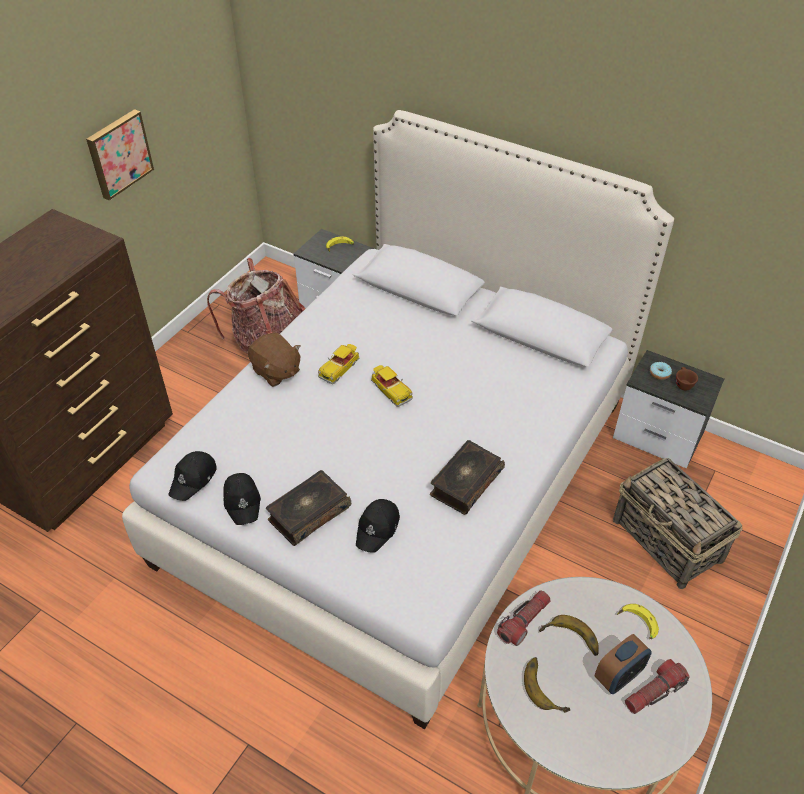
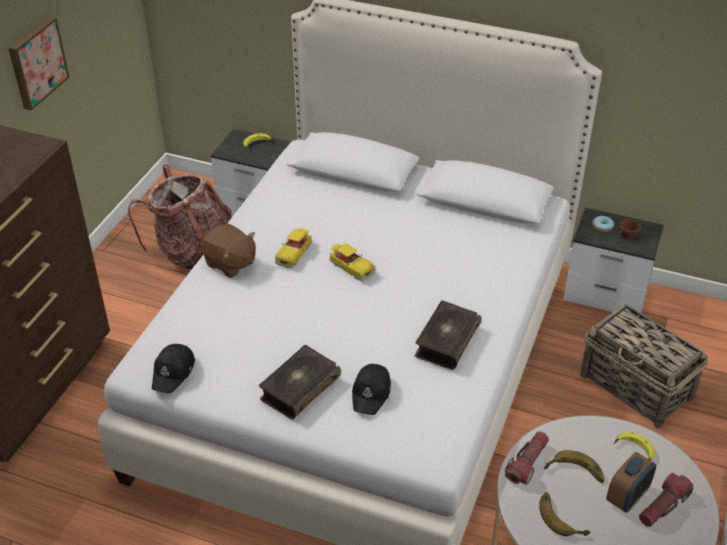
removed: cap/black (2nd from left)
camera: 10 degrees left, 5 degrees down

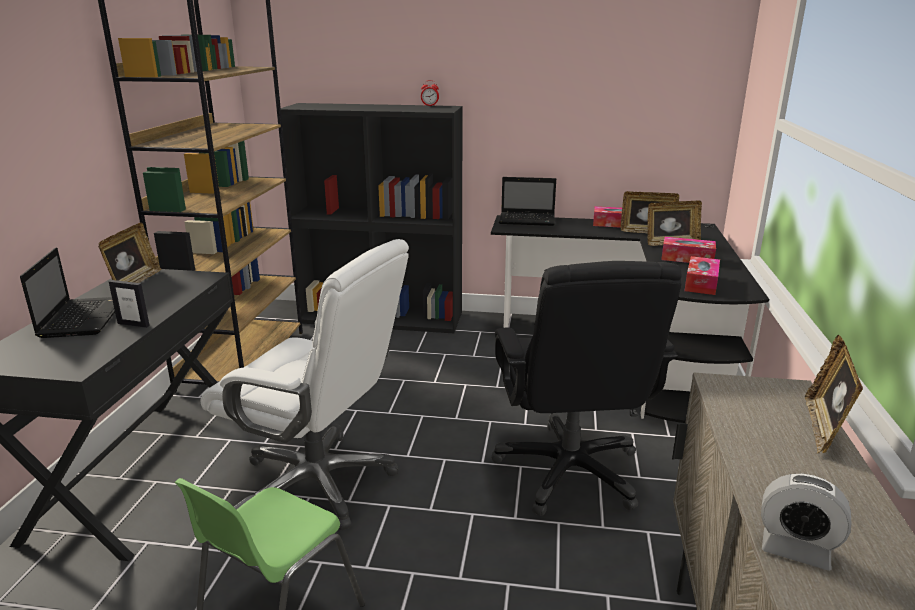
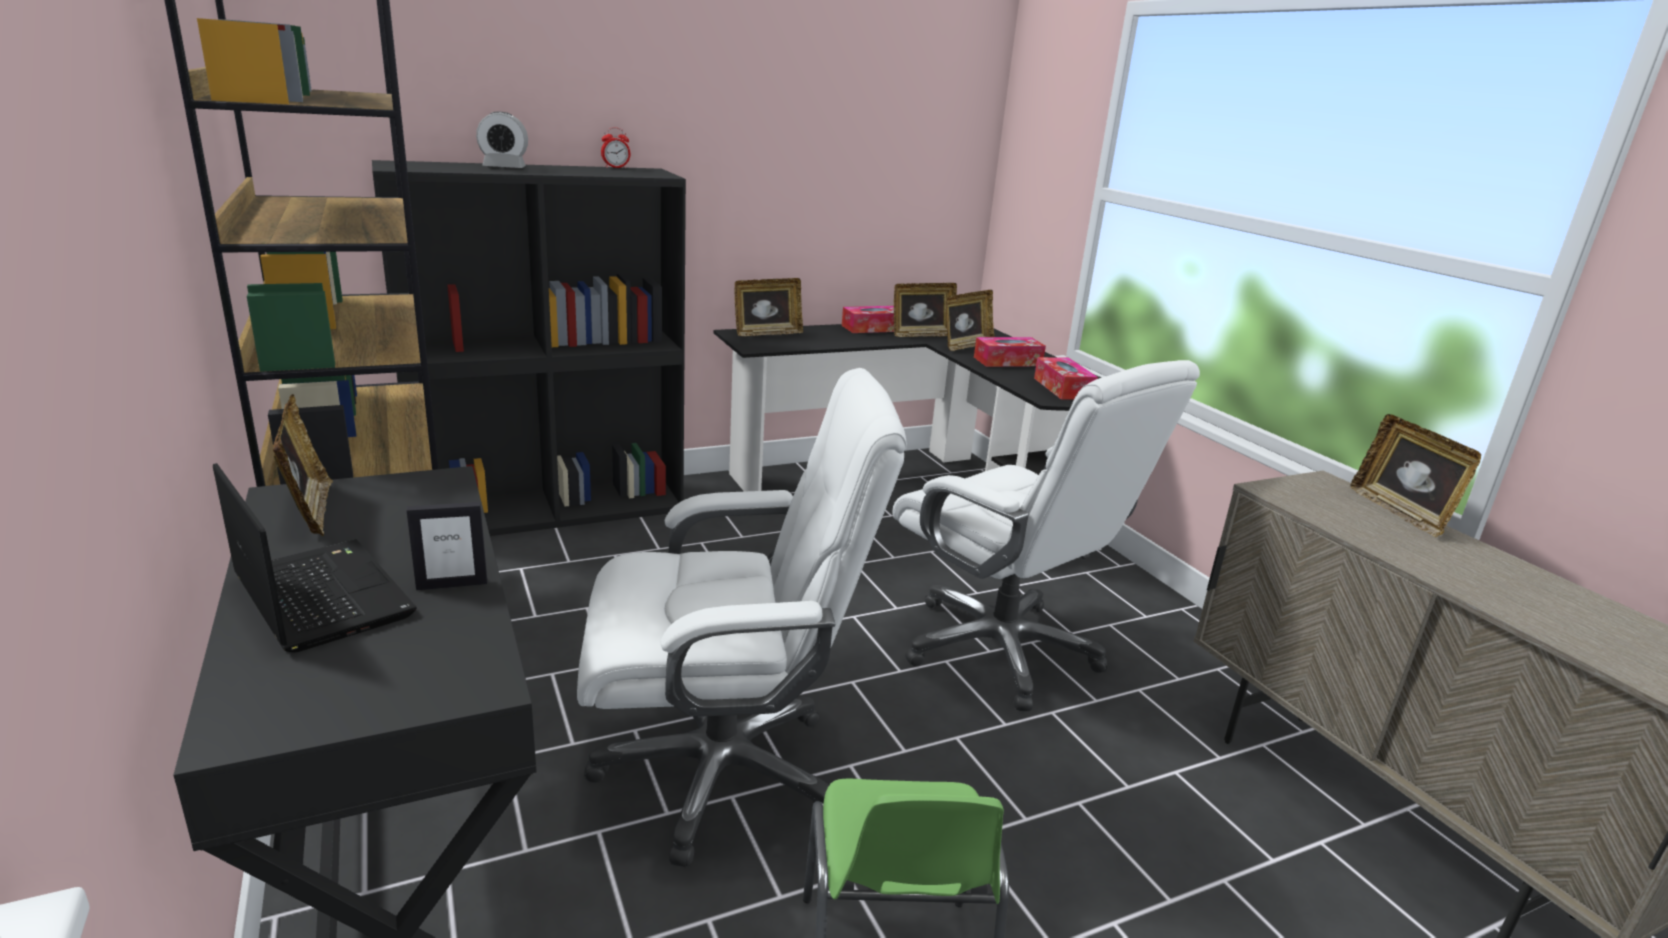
moved: alarm clock (2nd from left in the first image) to alarm clock (1st from left)
replaced: laptop (2nd from left) to picture frame (3rd from left)
recoloured: office chair/black to office chair/white (2nd from left)
camera: 35 degrees left, 0 degrees up

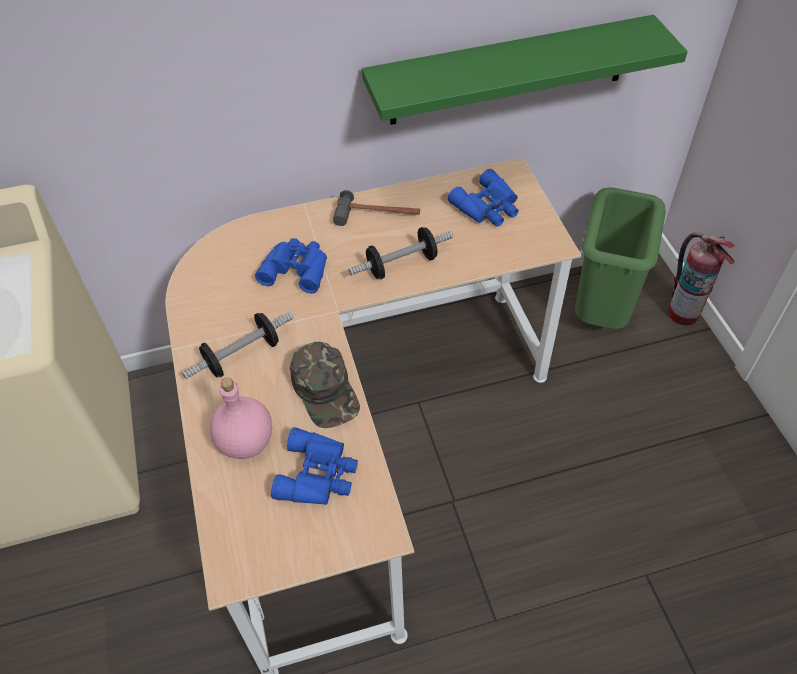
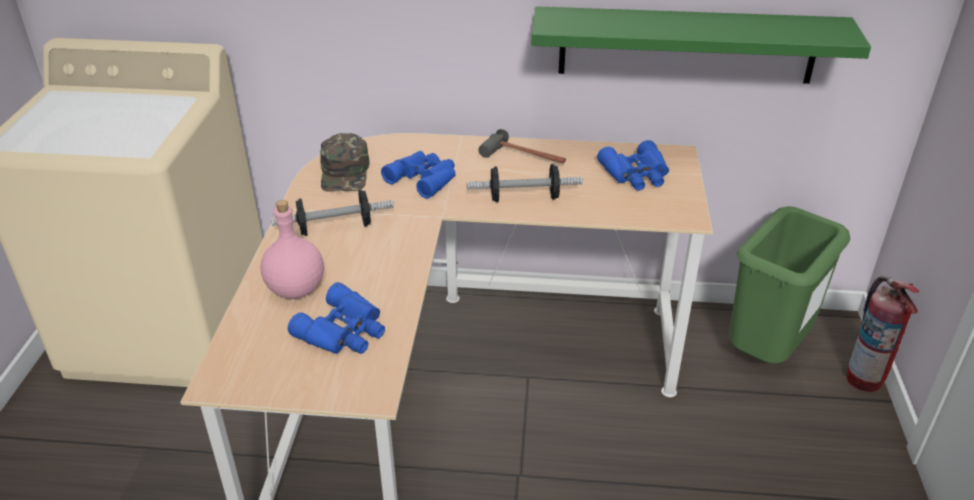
moved: cap/green
camera: 20 degrees right, 15 degrees down

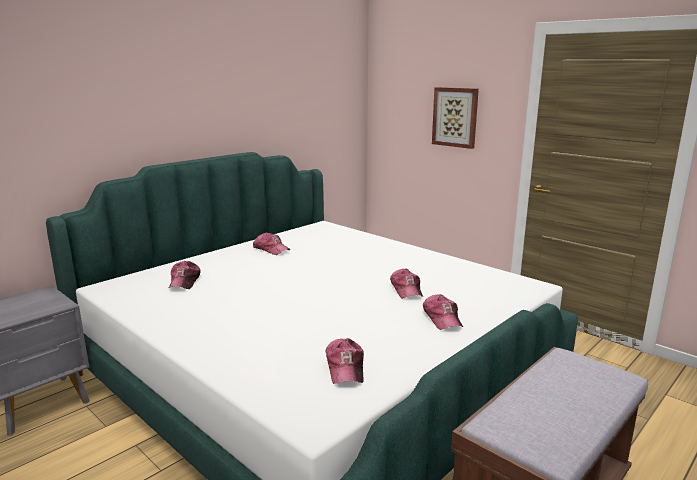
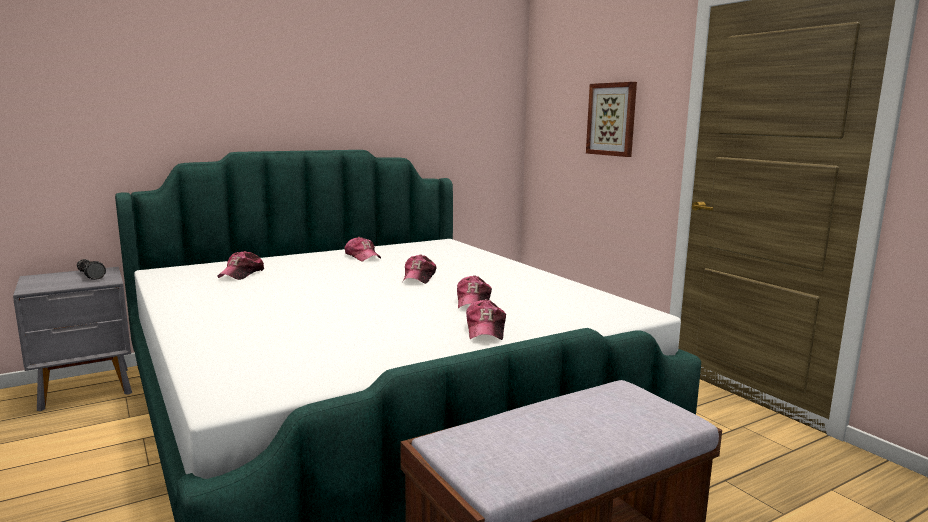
added: flashlight
moved: cap (3rd from left)
camera: 15 degrees right, 5 degrees down

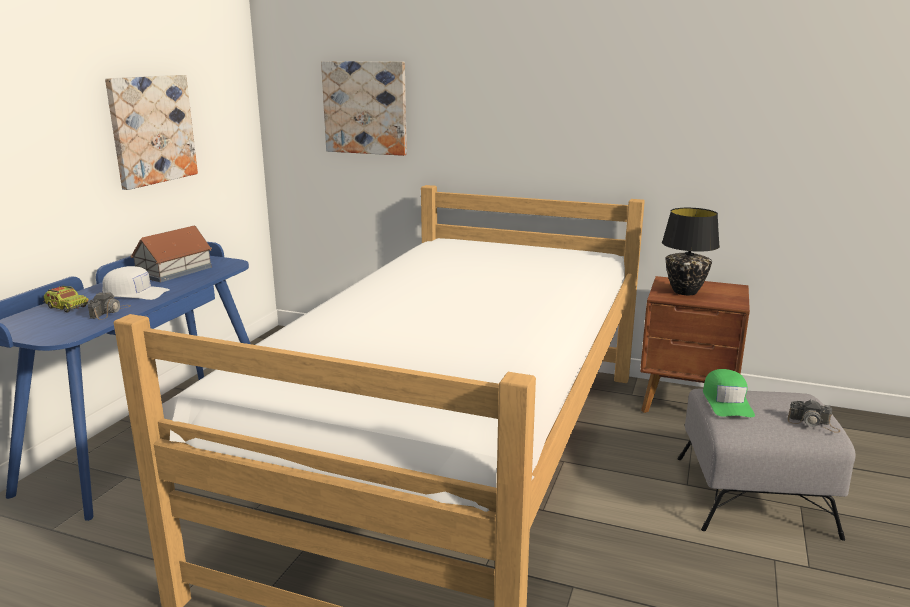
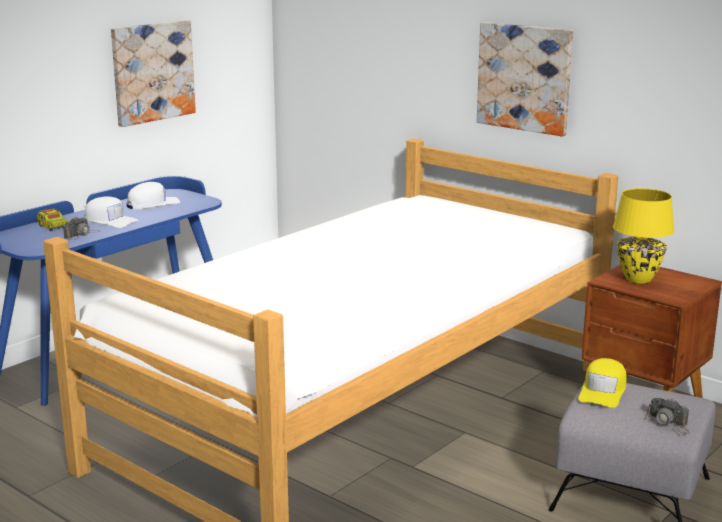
moved: picture (2nd from left)
replaced: toy house to cap/white (2nd from left)
recoloured: cap/green to cap/yellow; table lamp/black to table lamp/yellow
camera: 20 degrees right, 0 degrees up

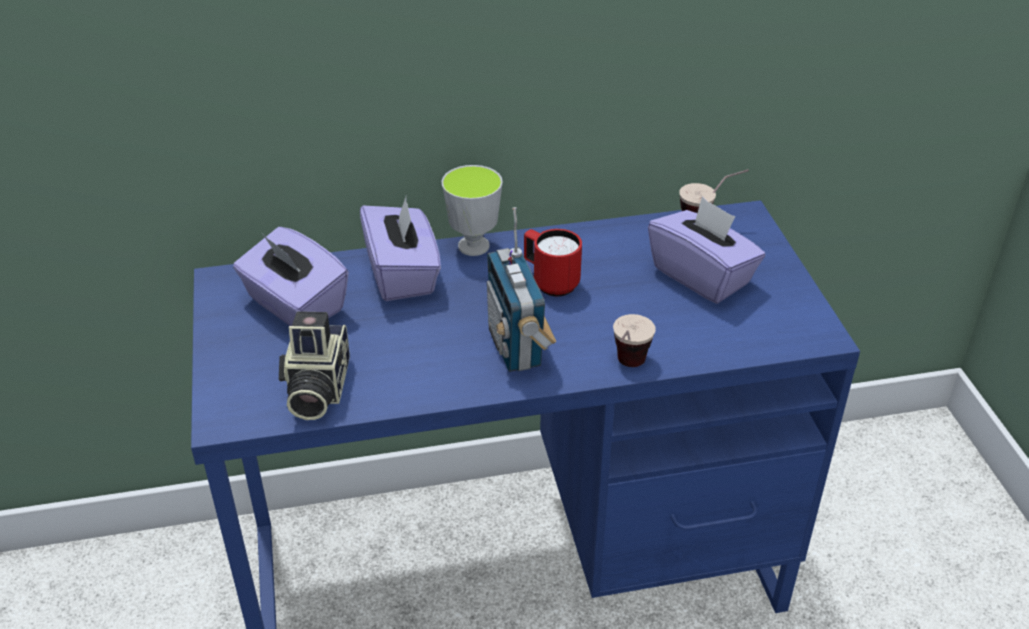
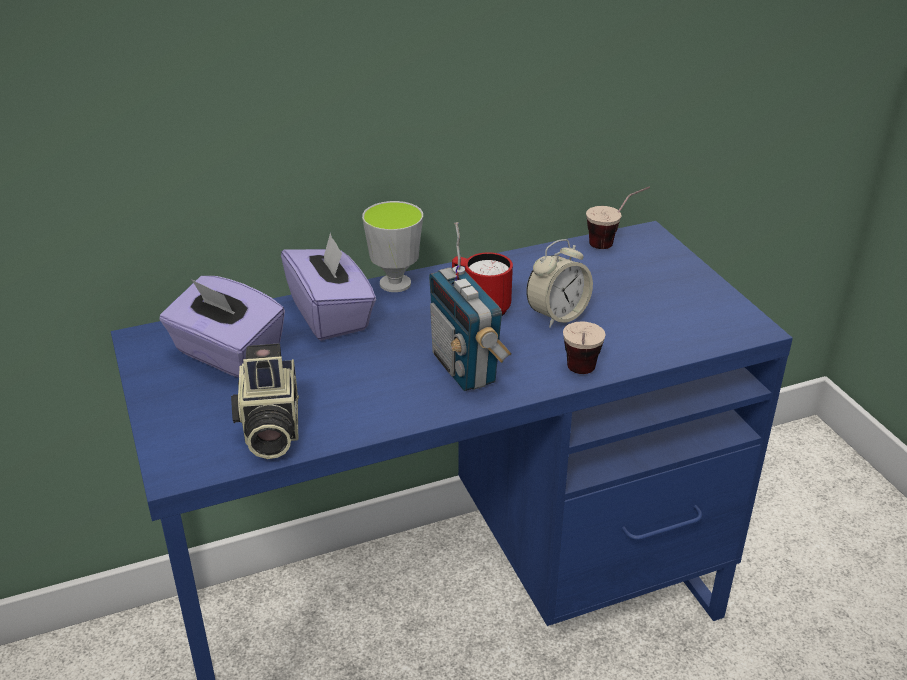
removed: tissue box/purple (3rd from left)
added: alarm clock
camera: 10 degrees left, 5 degrees down

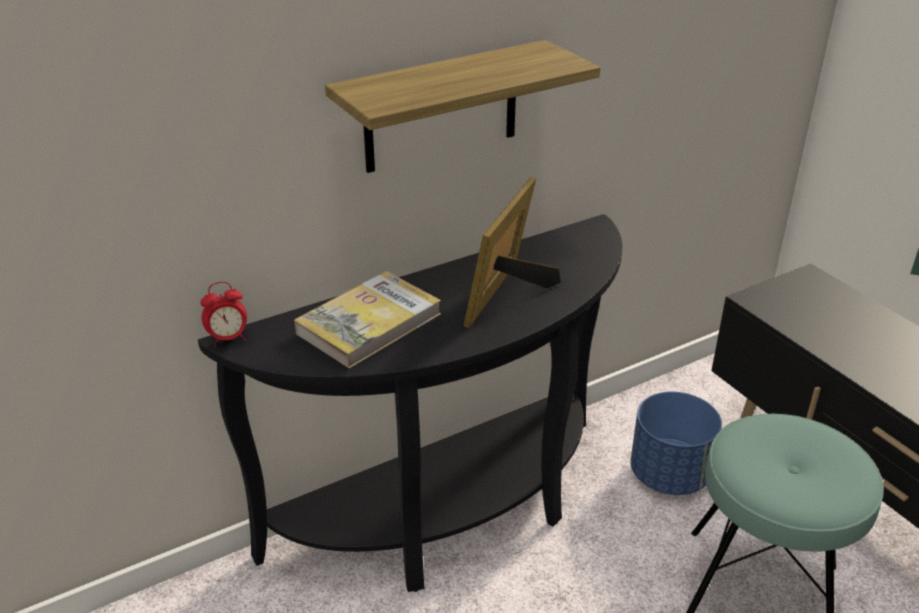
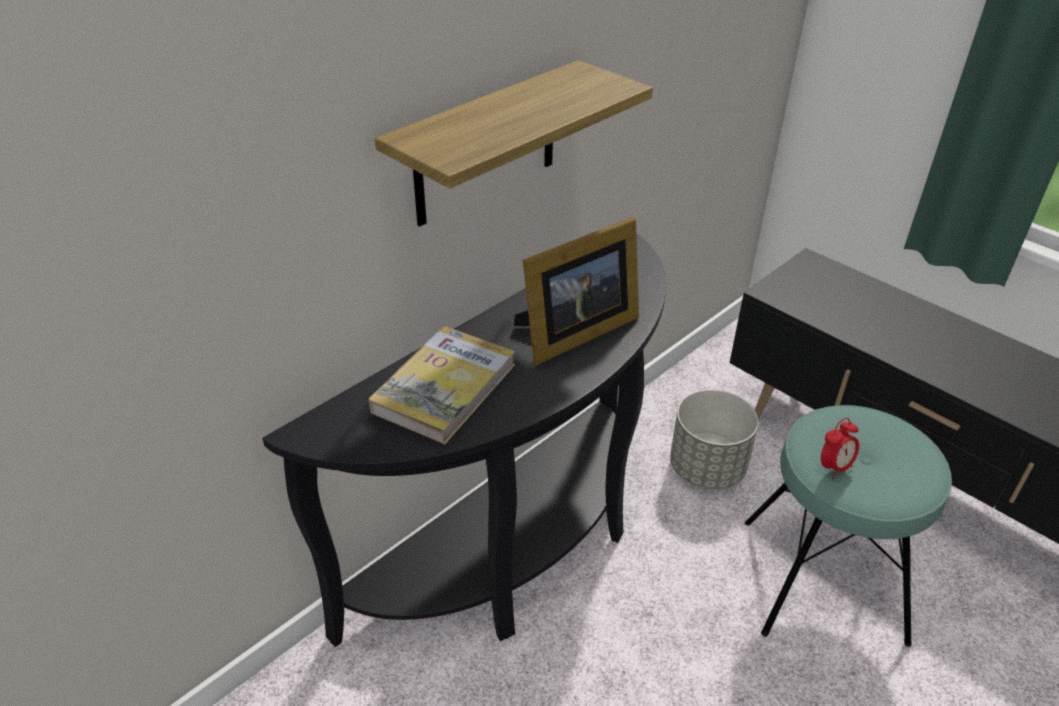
moved: alarm clock
recoloured: planter/blue to planter/grey
turned: picture frame 135 degrees counterclockwise
camera: 15 degrees left, 5 degrees up

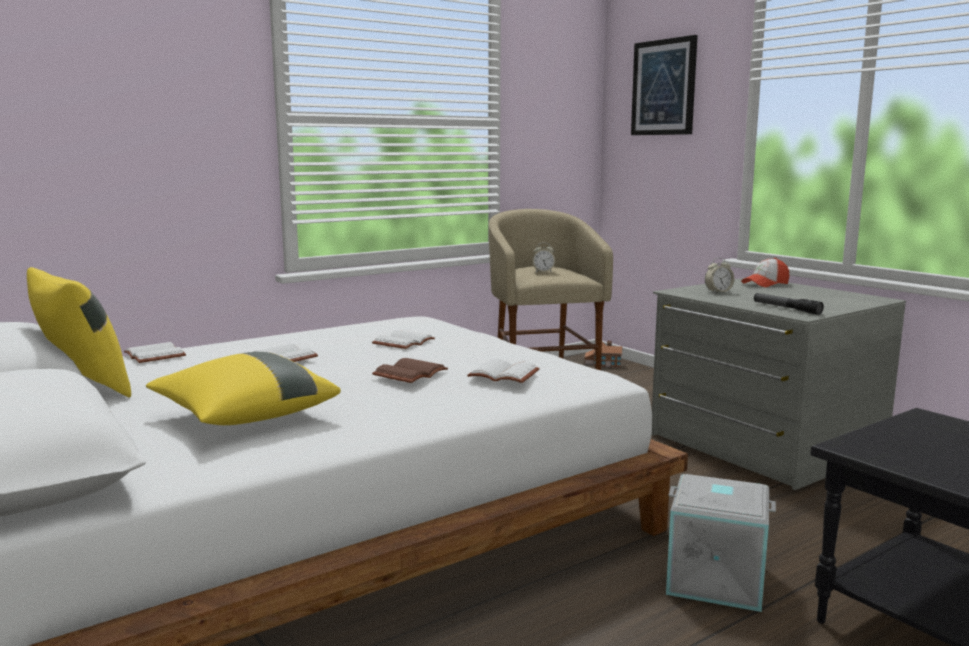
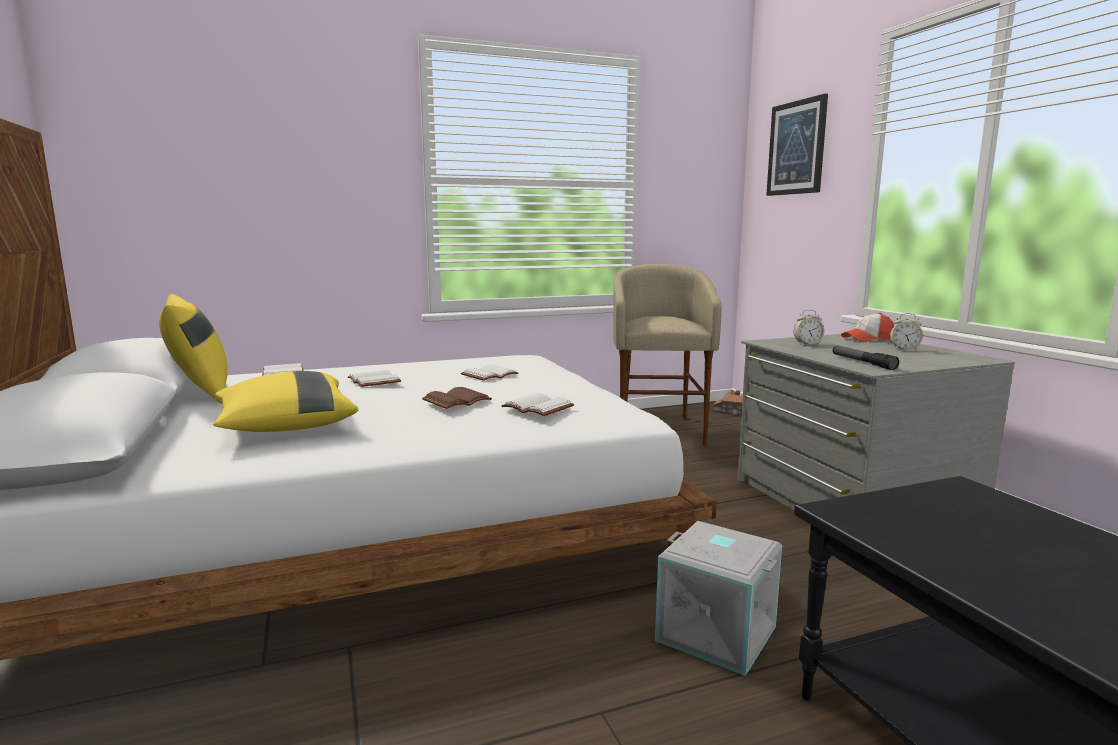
moved: alarm clock (1st from left in the first image) to alarm clock (2nd from left)
camera: 15 degrees right, 0 degrees up

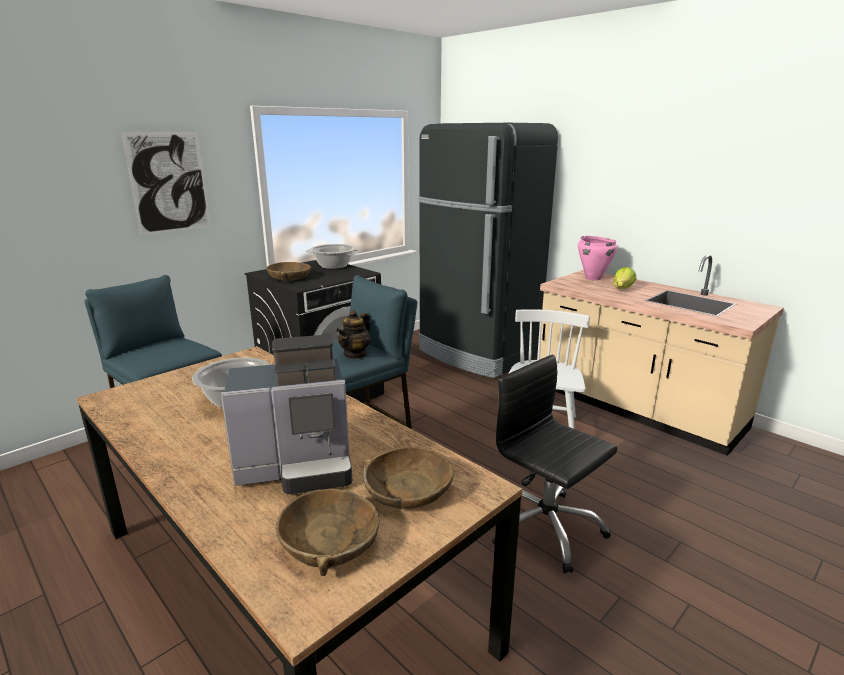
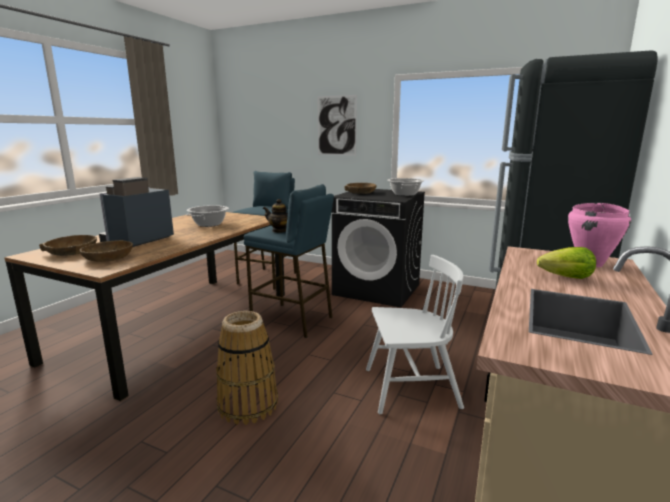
replaced: office chair/black to basket
turned: coffee machine 60 degrees clockwise
camera: 70 degrees right, 5 degrees down

